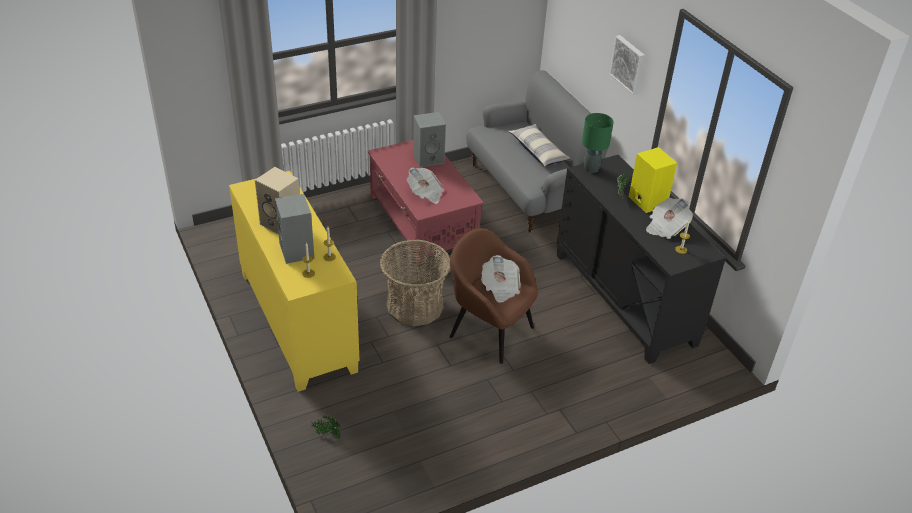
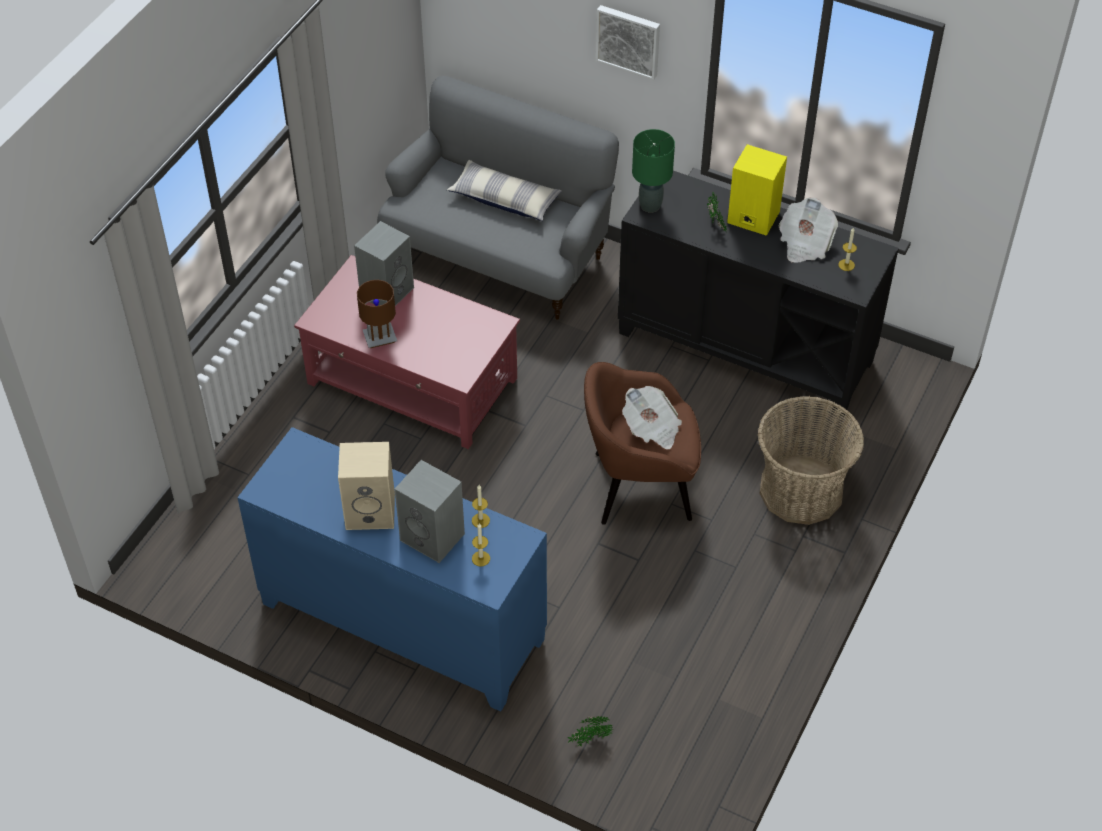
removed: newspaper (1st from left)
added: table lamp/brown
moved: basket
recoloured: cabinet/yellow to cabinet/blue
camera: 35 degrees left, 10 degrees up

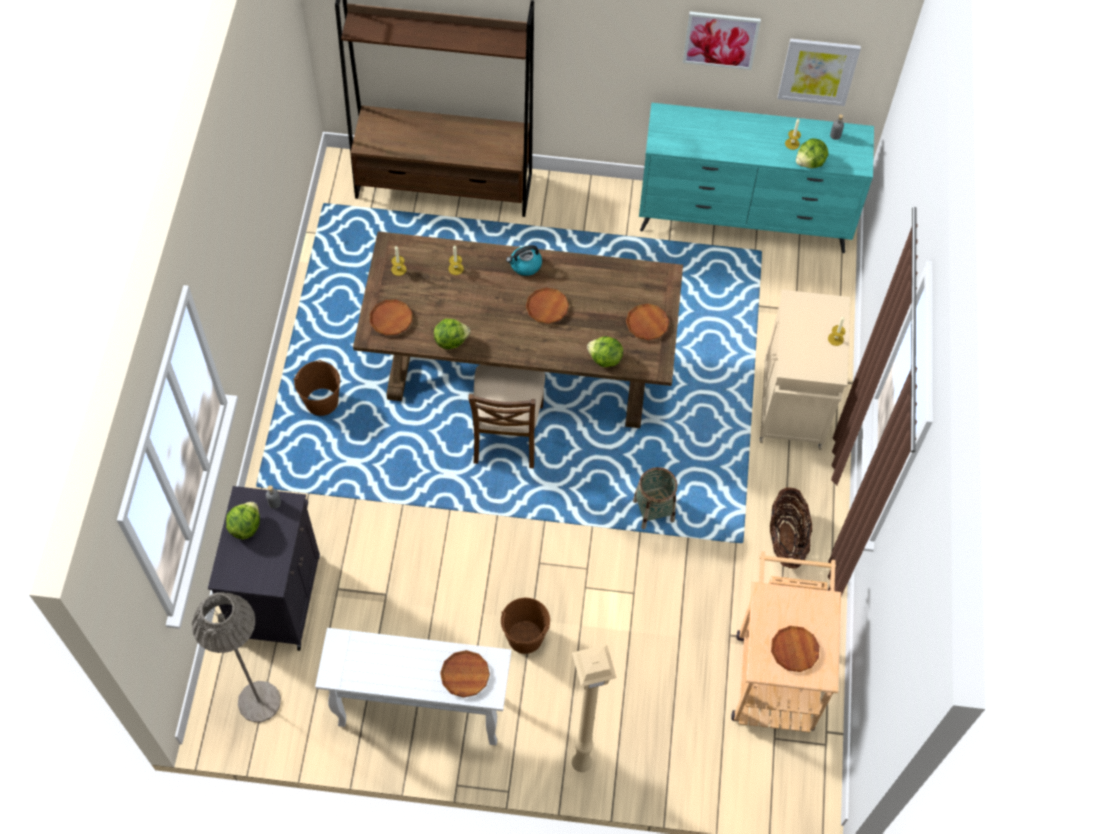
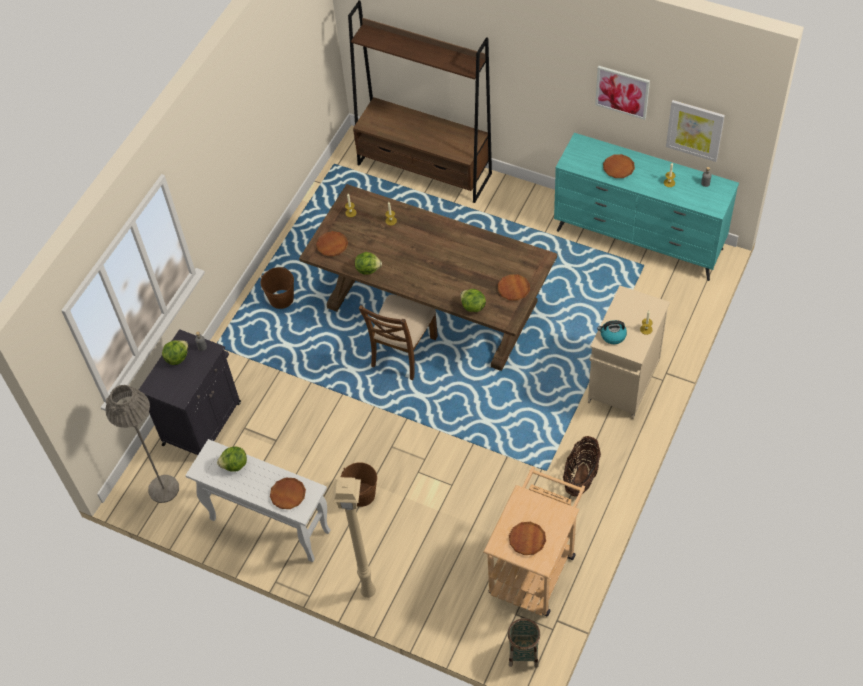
moved: lettuce (4th from left in the first image) to lettuce (2nd from left); basket (1st from left); kettle; plate/brown (3rd from left in the first image) to plate/brown (5th from left)
camera: 25 degrees right, 5 degrees down

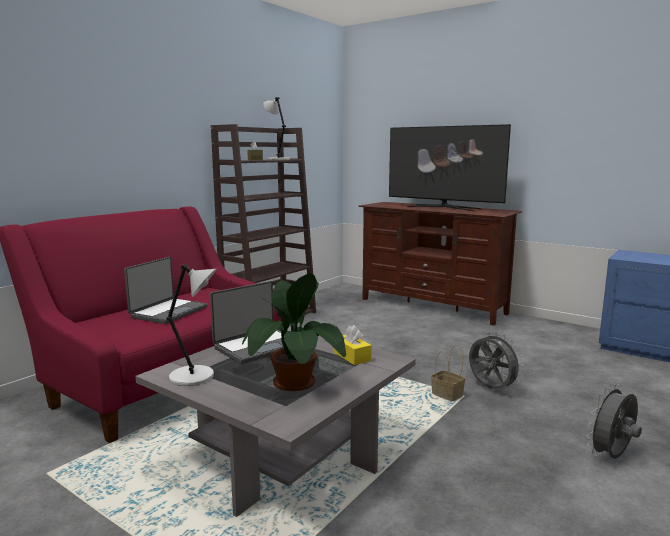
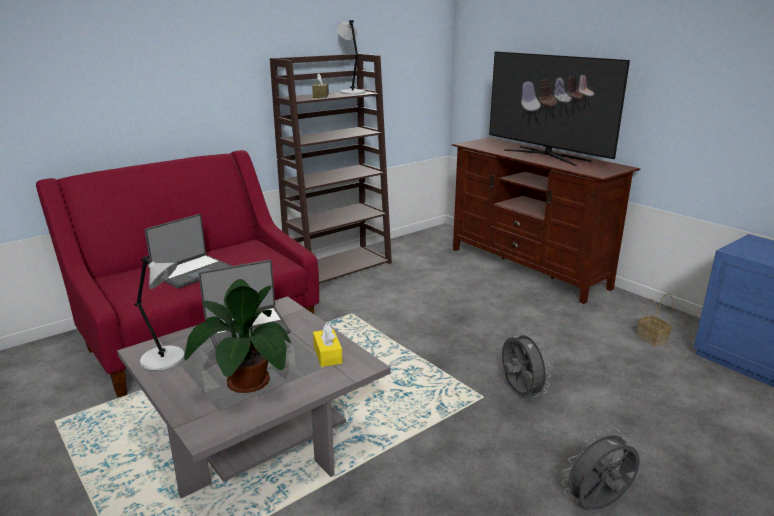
moved: basket
camera: 15 degrees right, 10 degrees up

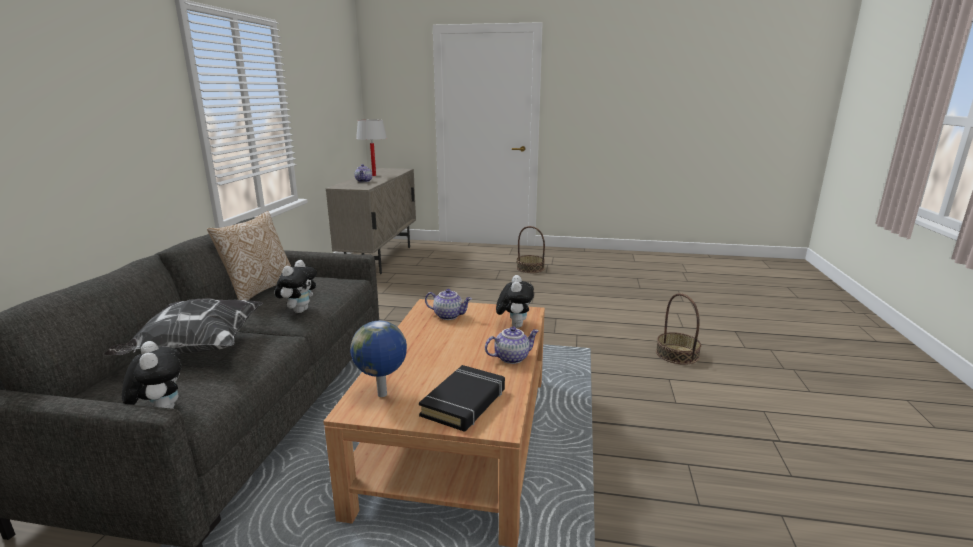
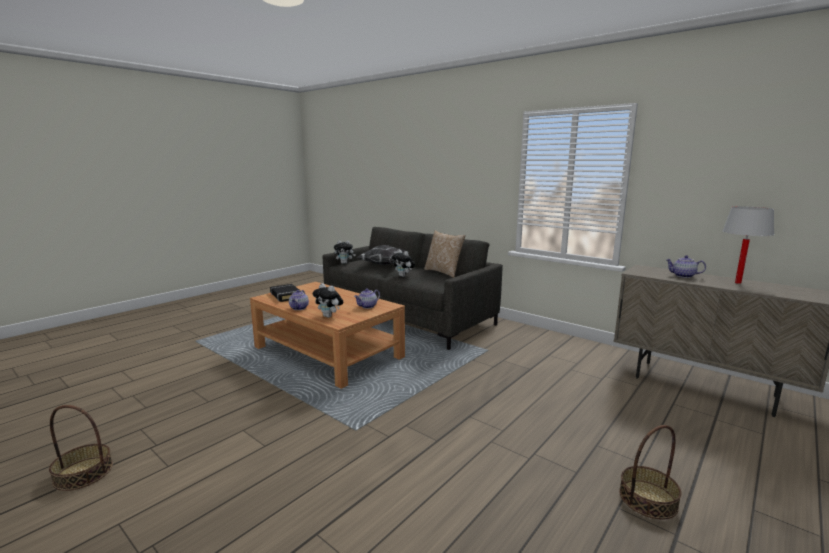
removed: globe
moved: basket (2nd from left in the first image) to basket (1st from left)
camera: 120 degrees right, 5 degrees down

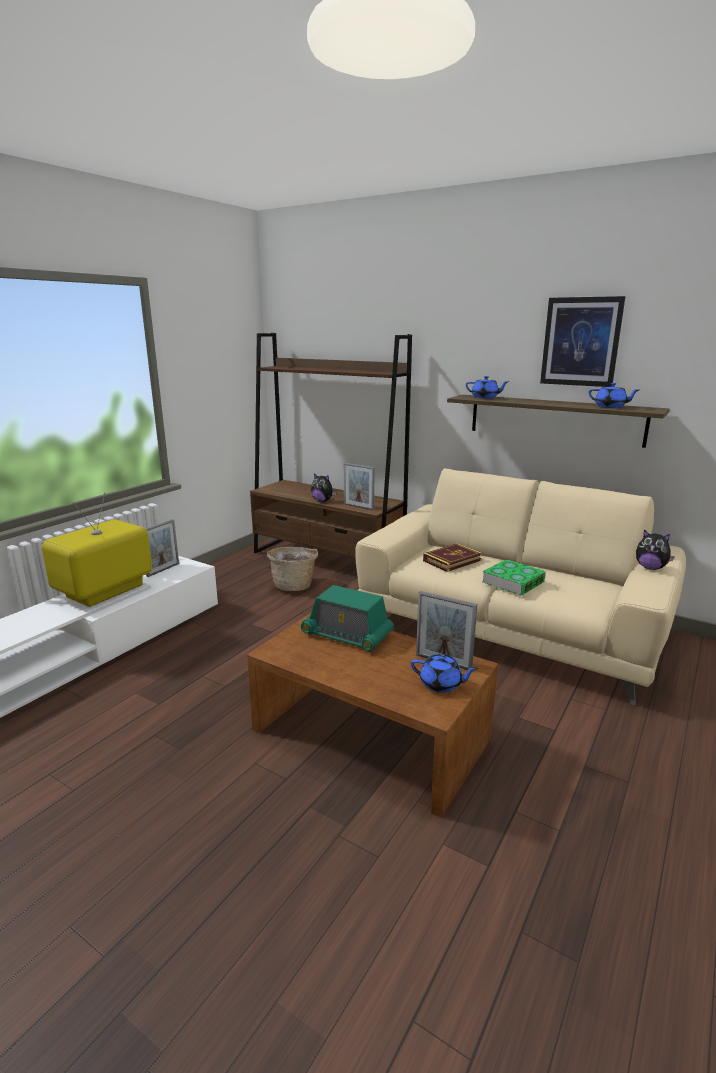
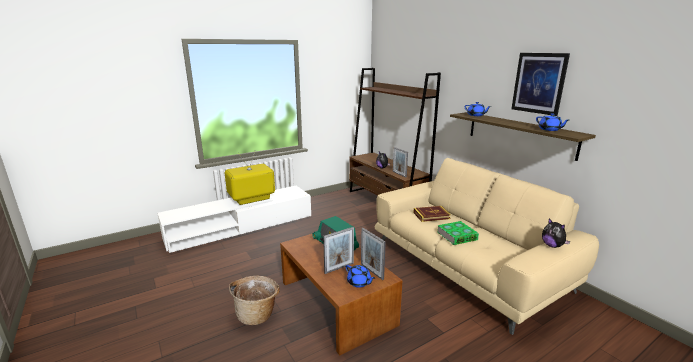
moved: basket; picture frame (1st from left)
camera: 25 degrees right, 0 degrees up

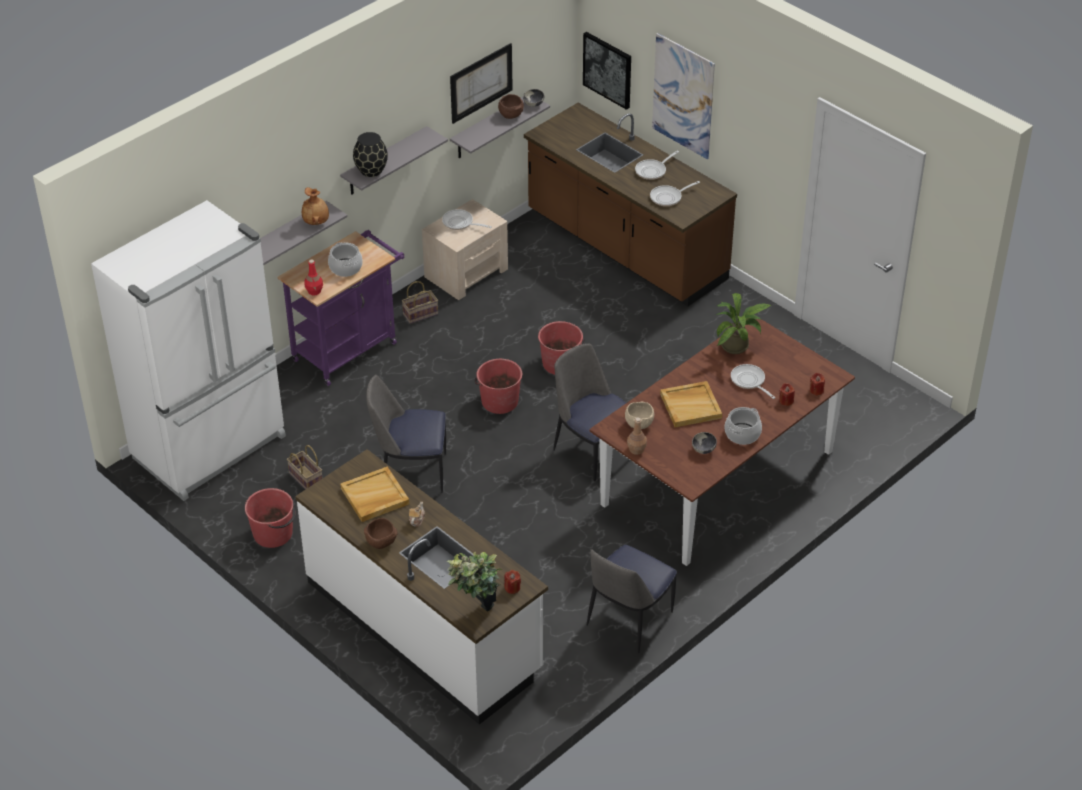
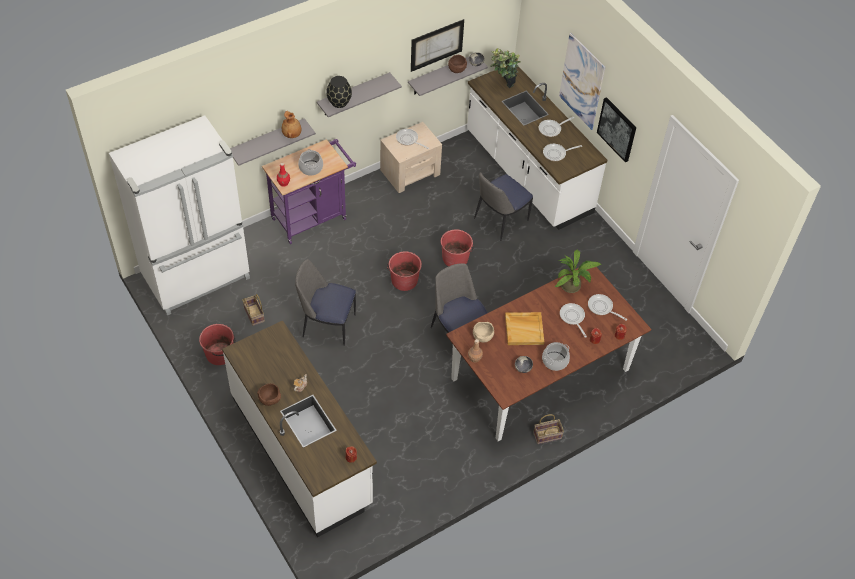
removed: tray/beige (1st from left)
added: frying pan (5th from left)
moved: chair (3rd from left); potted plant (1st from left); basket (2nd from left); picture (2nd from left in the first image) to picture (3rd from left)
recoloured: counter/brown to counter/white (2nd from left)
camera: 10 degrees right, 10 degrees up

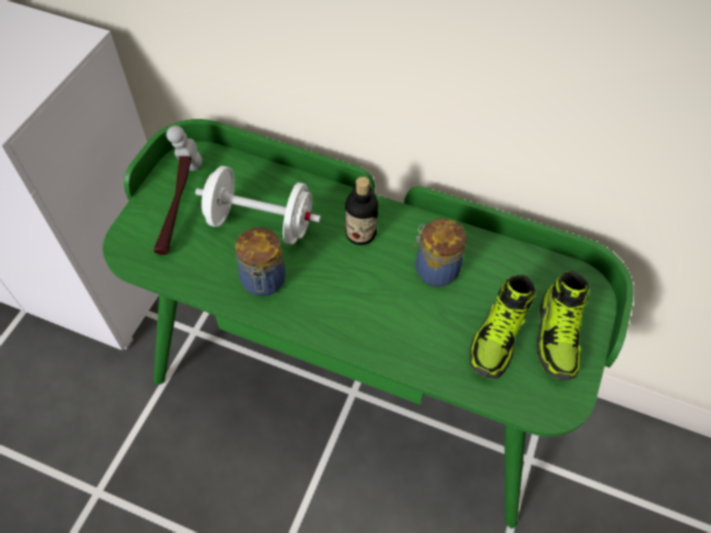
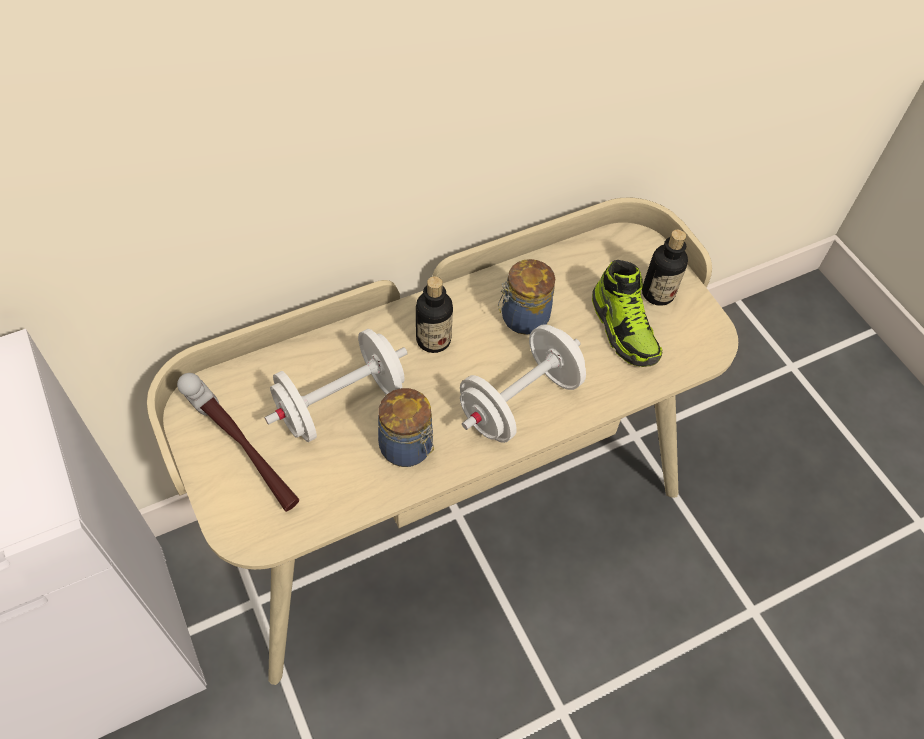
added: dumbbell/white (2nd from left)
replaced: shoe (2nd from left) to bottle (2nd from left)
recoloured: desk/green to desk/beige
camera: 50 degrees left, 0 degrees up

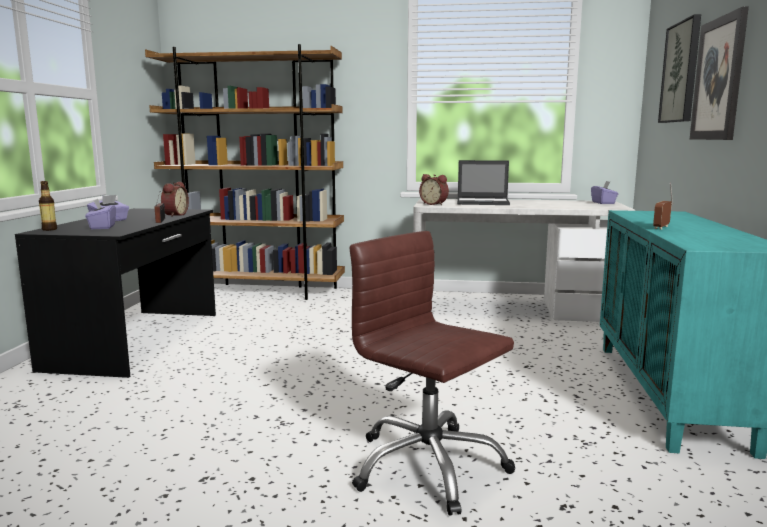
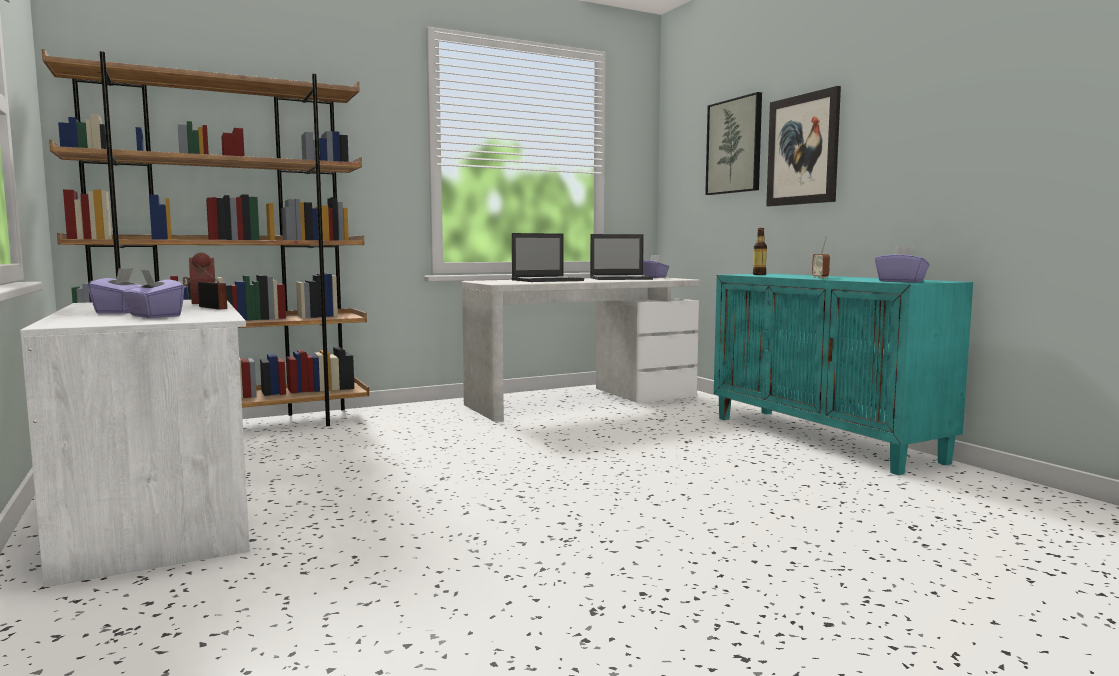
removed: office chair/brown; alarm clock (2nd from left)
added: laptop (2nd from left); tissue box/purple (4th from left)
moved: bottle
recoloured: desk/black to desk/white (1st from left)
camera: 35 degrees left, 5 degrees down

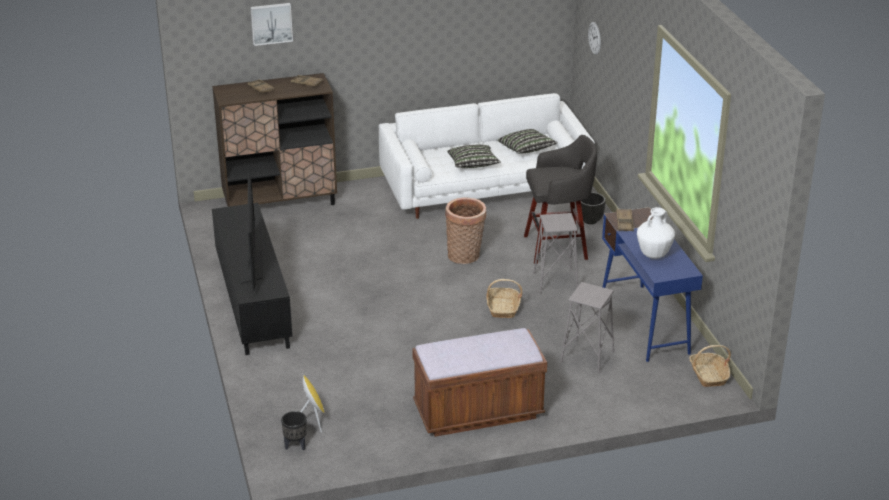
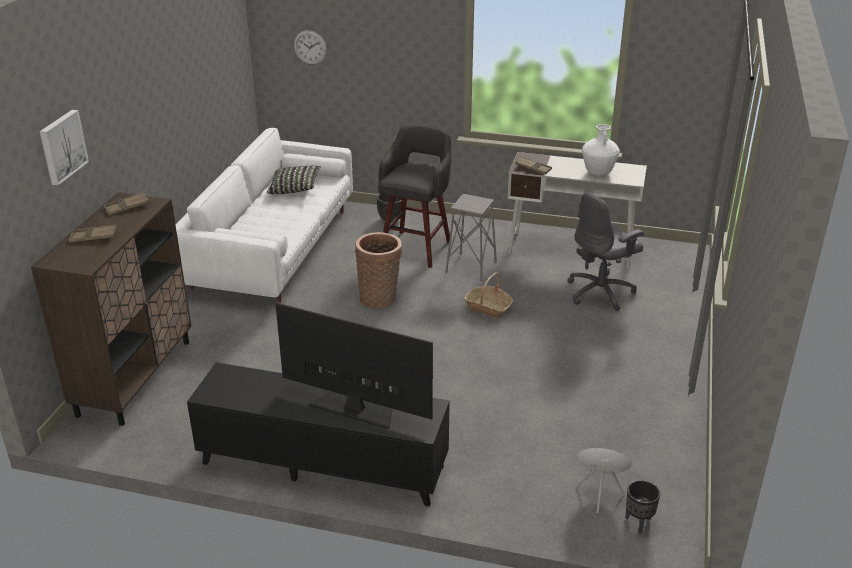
removed: bench/brown; pillow (1st from left); basket (3rd from left)
replaced: stool/grey (3rd from left) to office chair/grey
recoloured: desk/blue to desk/white
camera: 60 degrees left, 0 degrees up

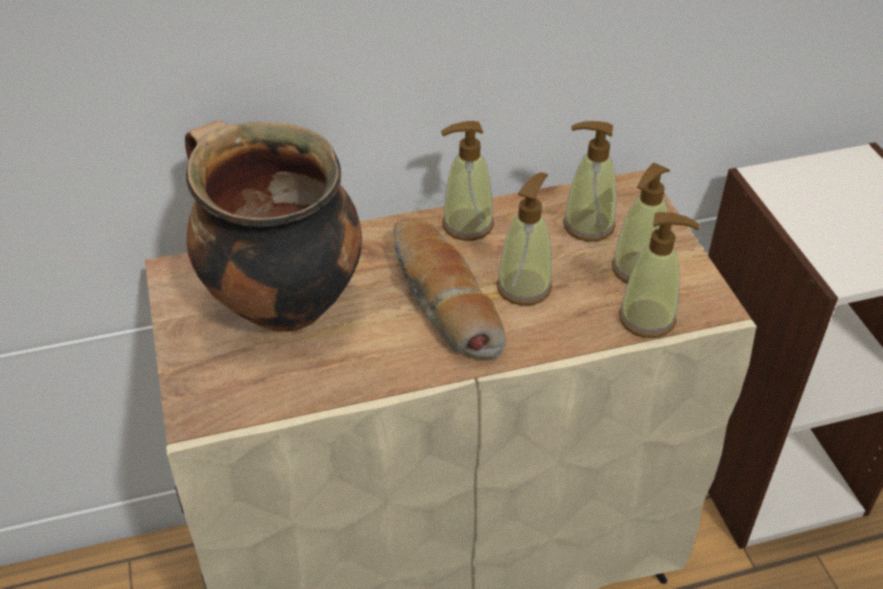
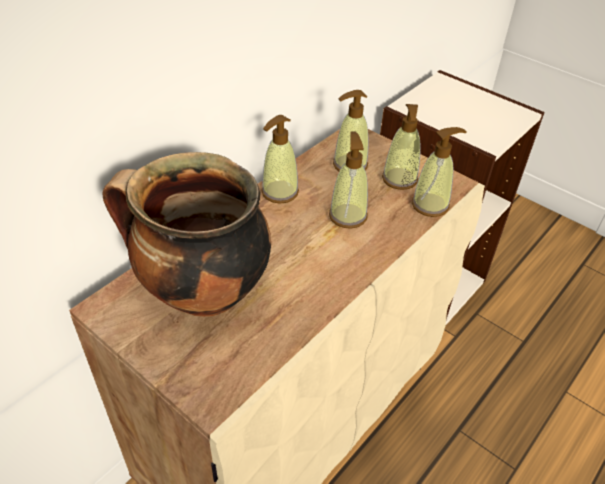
removed: bread
camera: 35 degrees left, 0 degrees up

